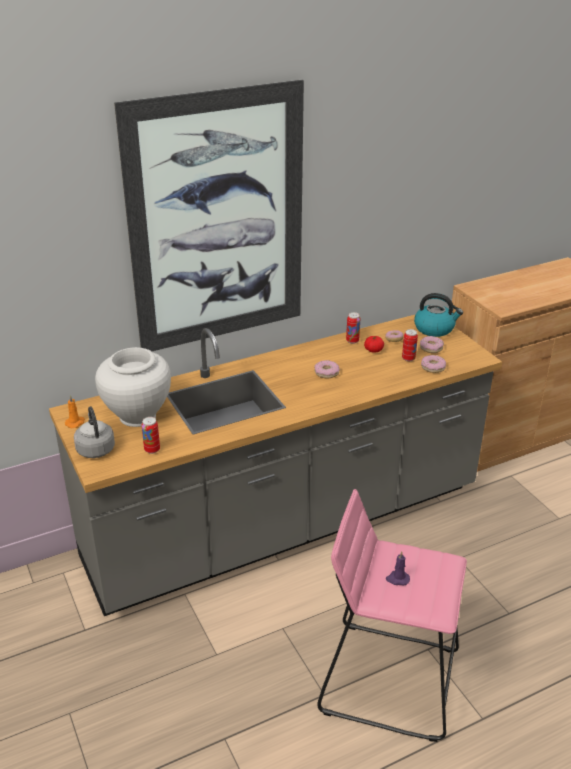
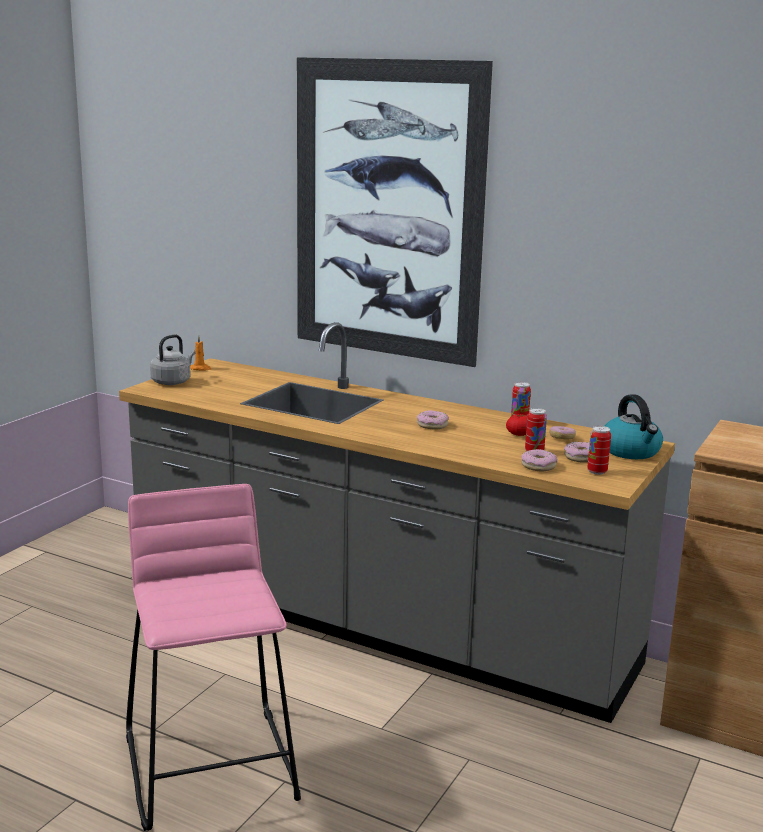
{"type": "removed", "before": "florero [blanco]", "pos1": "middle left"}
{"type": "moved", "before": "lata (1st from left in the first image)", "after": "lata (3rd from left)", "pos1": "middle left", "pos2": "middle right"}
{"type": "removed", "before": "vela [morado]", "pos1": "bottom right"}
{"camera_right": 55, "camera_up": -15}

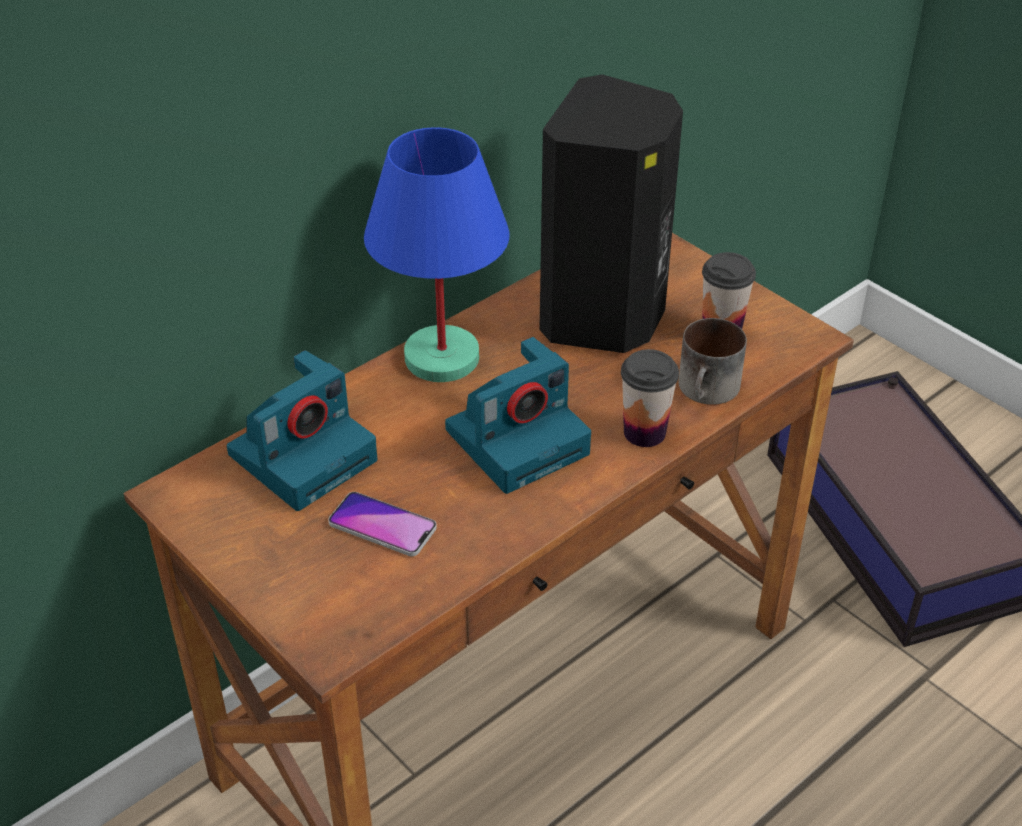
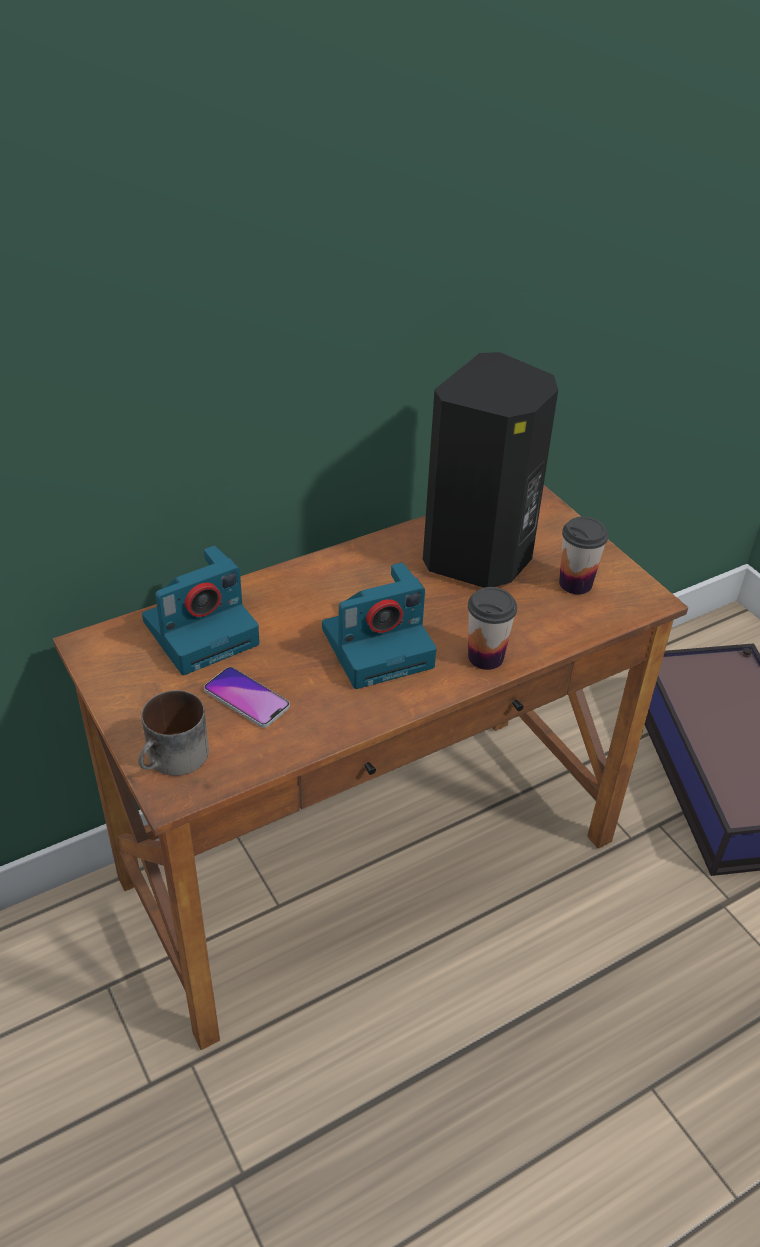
{"type": "removed", "before": "lámpara de mesa [azul]", "pos1": "top centre"}
{"type": "moved", "before": "taza grande", "pos1": "middle right", "pos2": "middle left"}
{"camera_right": 10, "camera_up": 0}

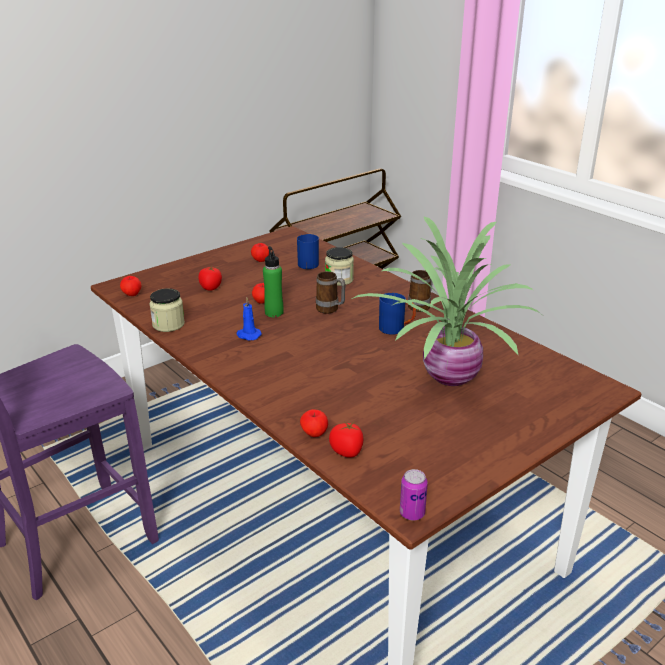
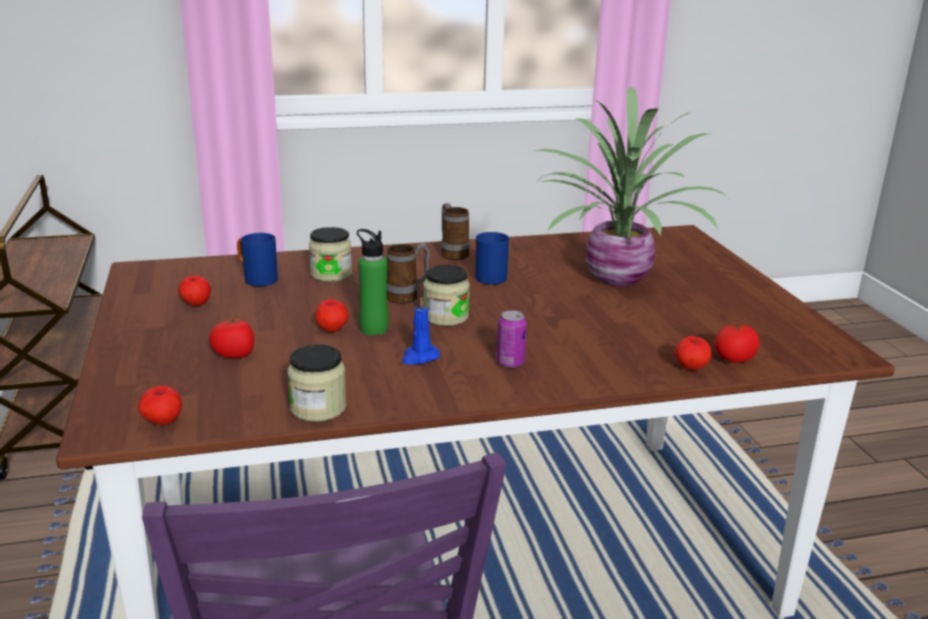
{"type": "moved", "before": "lata", "pos1": "bottom centre", "pos2": "centre"}
{"type": "added", "after": "tarro (3rd from left)", "pos2": "centre"}
{"camera_right": -65, "camera_up": -5}

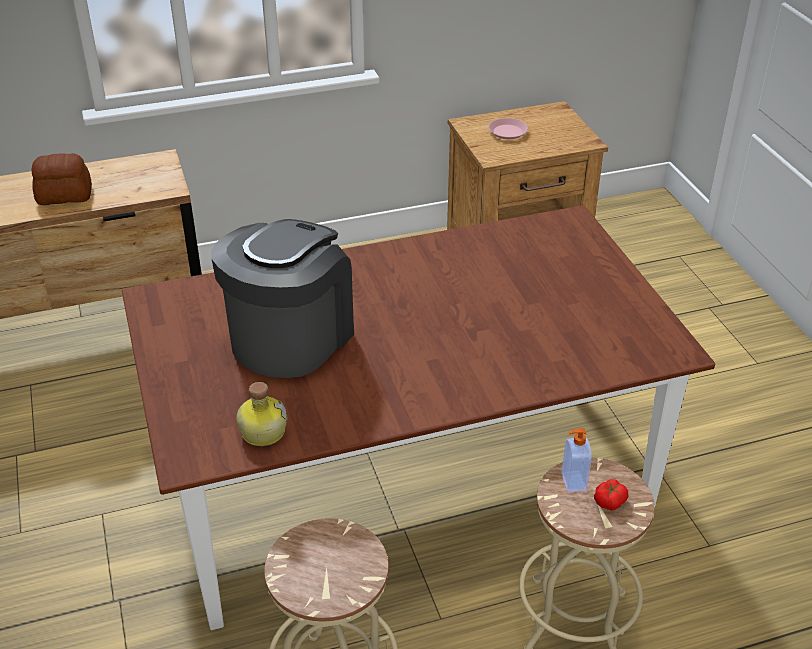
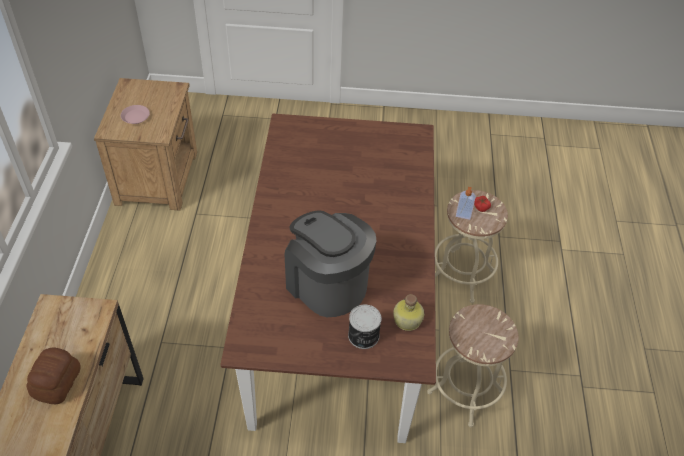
{"type": "added", "after": "lata", "pos2": "bottom centre"}
{"camera_right": -70, "camera_up": 10}

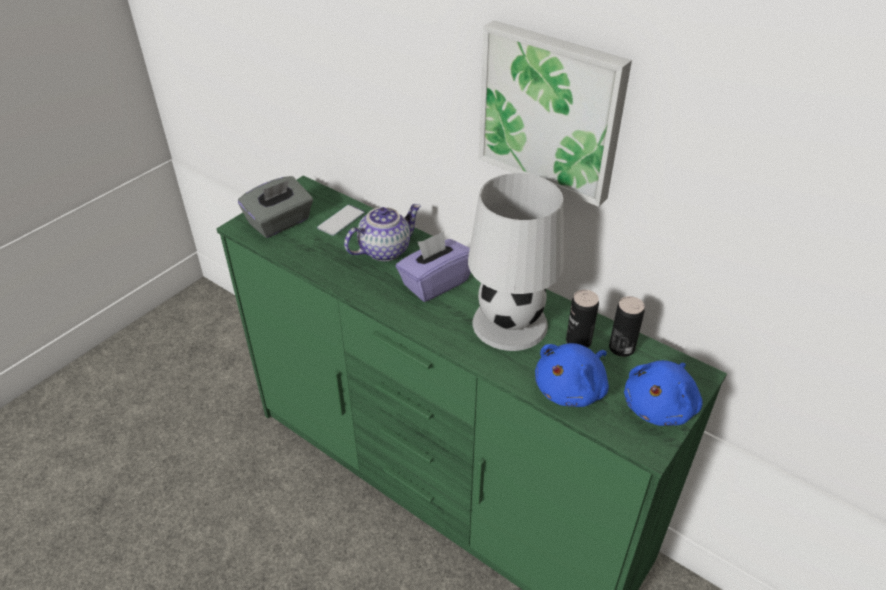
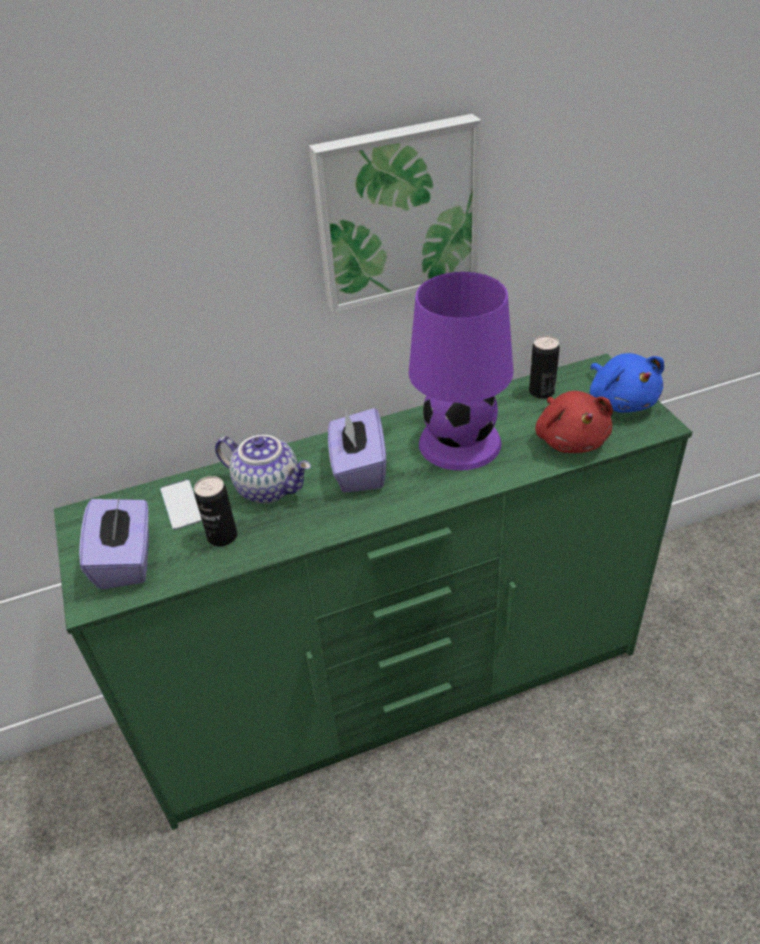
{"type": "recoloured", "before": "caja de pañuelos [gris]", "after": "caja de pañuelos [morado] (1st from left)", "pos1": "middle left", "pos2": "middle left"}
{"type": "turned", "before": "tetera", "pos1": "centre", "pos2": "centre", "turn": 120}
{"type": "recoloured", "before": "lámpara de mesa [blanco]", "after": "lámpara de mesa [morado]", "pos1": "centre", "pos2": "centre"}
{"type": "recoloured", "before": "peluche [azul] (1st from left)", "after": "peluche [rojo]", "pos1": "centre", "pos2": "middle right"}
{"type": "moved", "before": "lata (1st from left)", "pos1": "centre", "pos2": "middle left"}
{"camera_right": -55, "camera_up": 0}

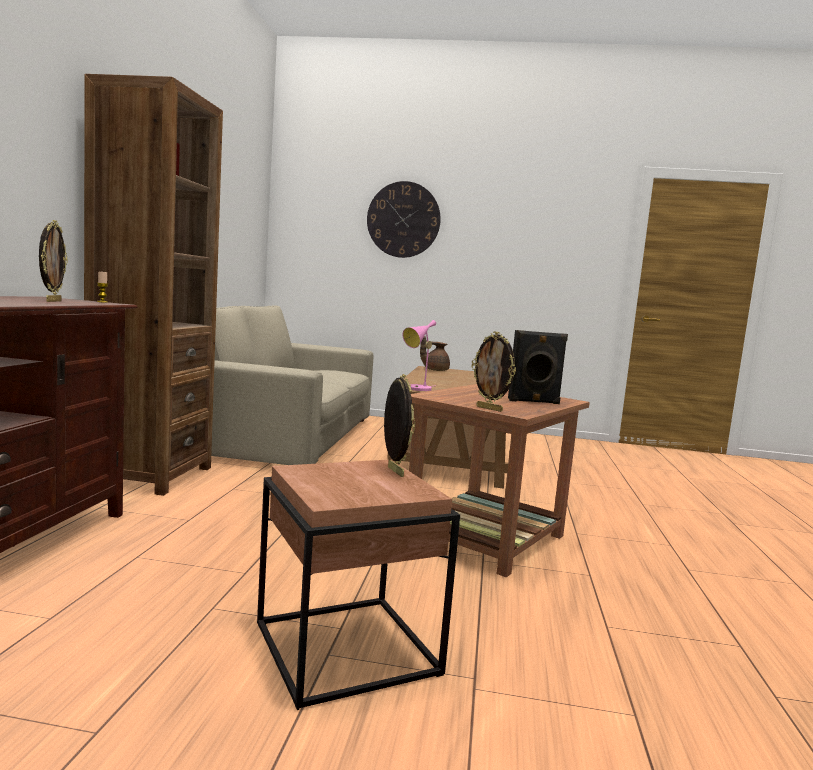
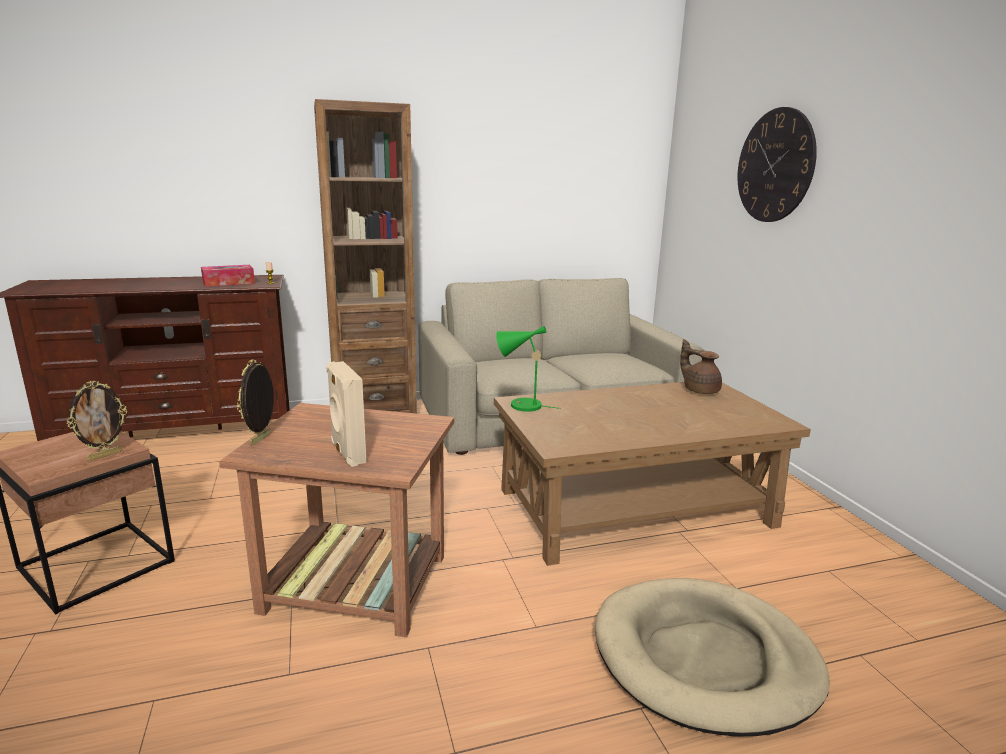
{"type": "replaced", "before": "portarretratos (1st from left)", "after": "caja de pañuelos", "pos1": "middle left", "pos2": "middle left"}
{"type": "recoloured", "before": "lámpara de mesa [rosa]", "after": "lámpara de mesa [verde]", "pos1": "centre", "pos2": "centre"}
{"type": "recoloured", "before": "altavoz [negro]", "after": "altavoz [beis]", "pos1": "centre", "pos2": "centre"}
{"type": "added", "after": "cama para perro [beis]", "pos2": "bottom right"}
{"camera_right": 65, "camera_up": 10}

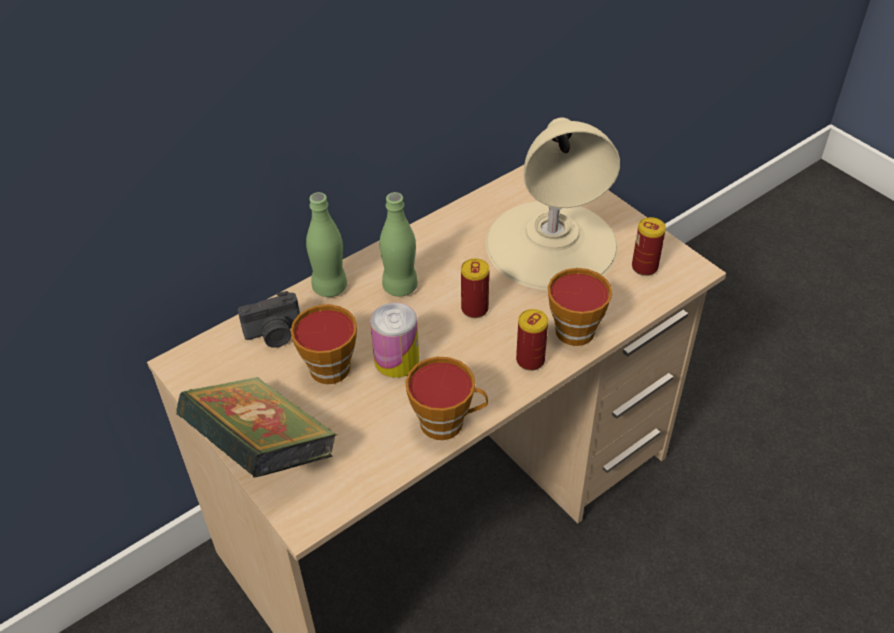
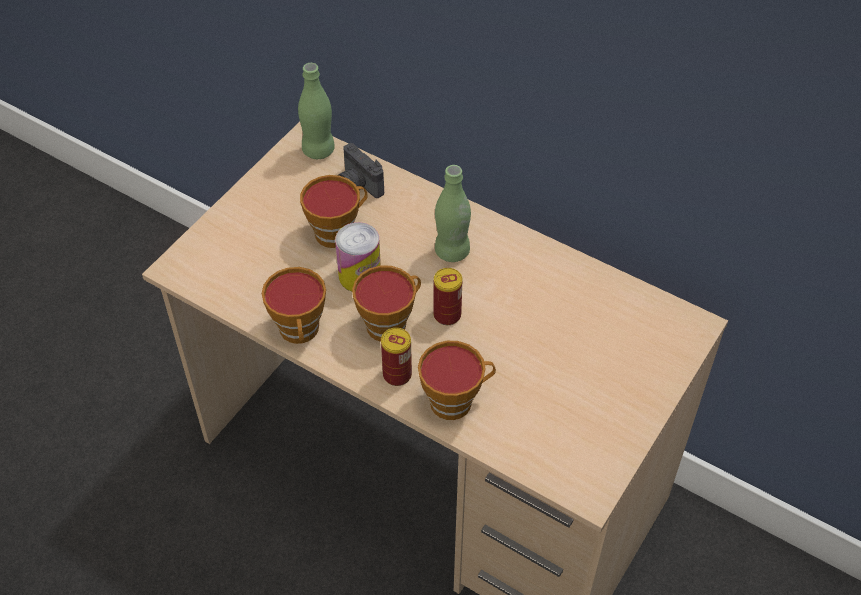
{"type": "removed", "before": "libro", "pos1": "bottom left"}
{"type": "moved", "before": "botella [verde] (1st from left)", "pos1": "centre", "pos2": "top centre"}
{"type": "removed", "before": "lámpara de mesa [beis]", "pos1": "top centre"}
{"type": "removed", "before": "lata (4th from left)", "pos1": "middle right"}
{"type": "added", "after": "taza (3rd from left)", "pos2": "centre"}
{"camera_right": 70, "camera_up": 5}

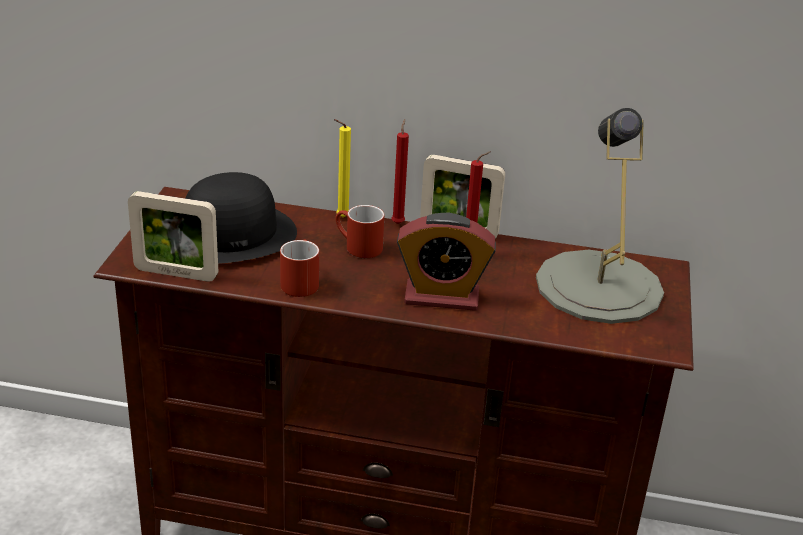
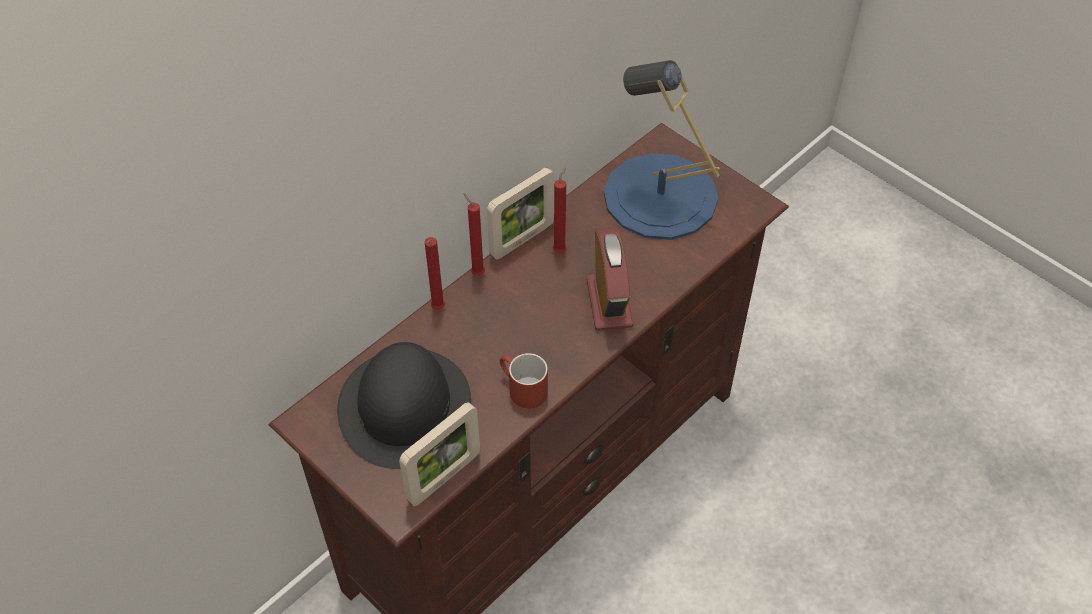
{"type": "recoloured", "before": "vela [amarillo]", "after": "vela [rojo] (1st from left)", "pos1": "top centre", "pos2": "centre"}
{"type": "removed", "before": "taza grande [rojo] (2nd from left)", "pos1": "centre"}
{"type": "turned", "before": "despertador", "pos1": "centre", "pos2": "centre", "turn": -45}
{"type": "recoloured", "before": "lámpara de mesa [gris]", "after": "lámpara de mesa [azul]", "pos1": "middle right", "pos2": "top centre"}
{"camera_right": -55, "camera_up": 20}

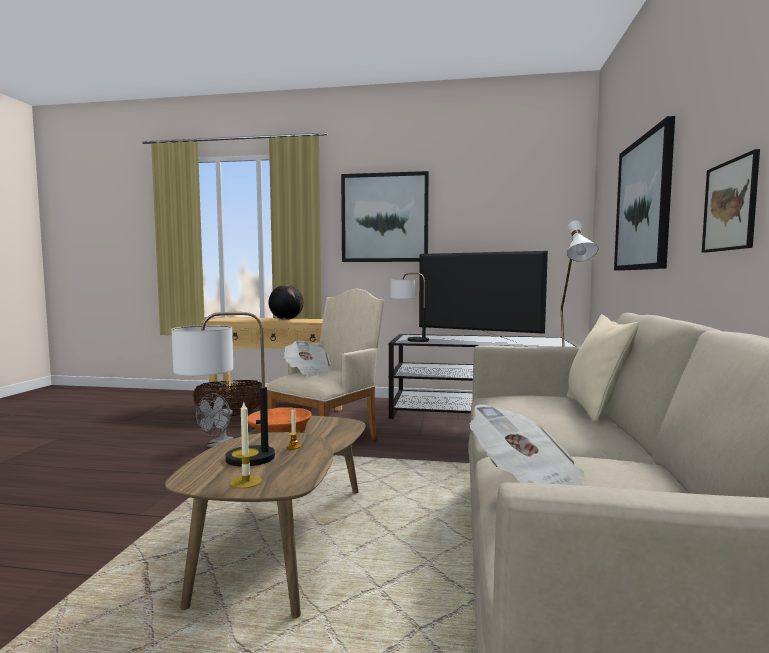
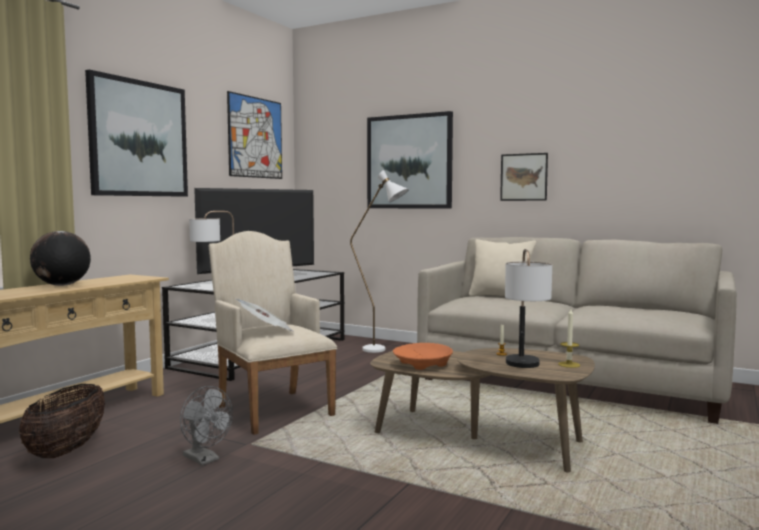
{"type": "removed", "before": "periódico (2nd from left)", "pos1": "bottom right"}
{"type": "added", "after": "cuadro (2nd from left)", "pos2": "top centre"}
{"camera_right": -70, "camera_up": 0}

